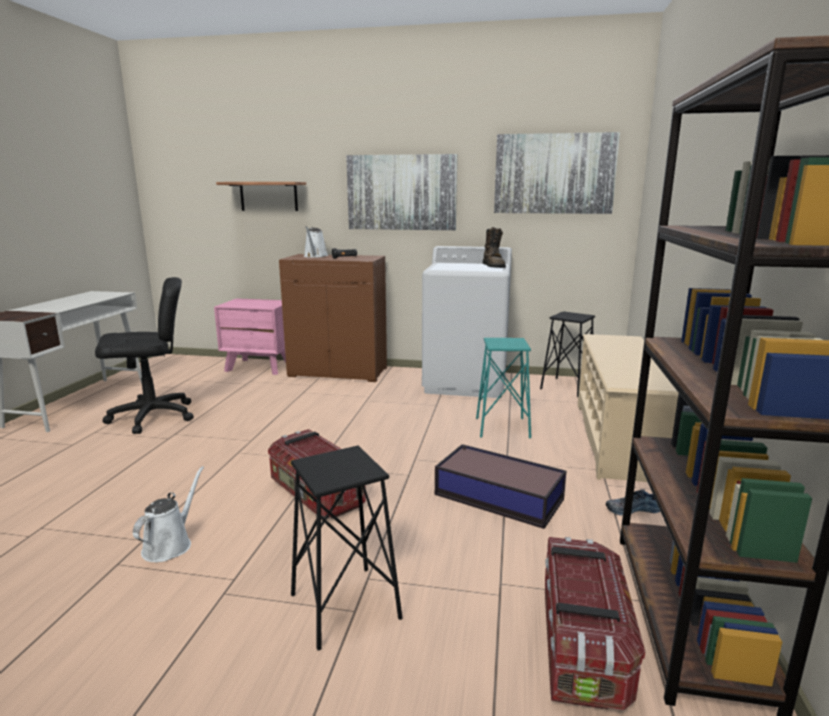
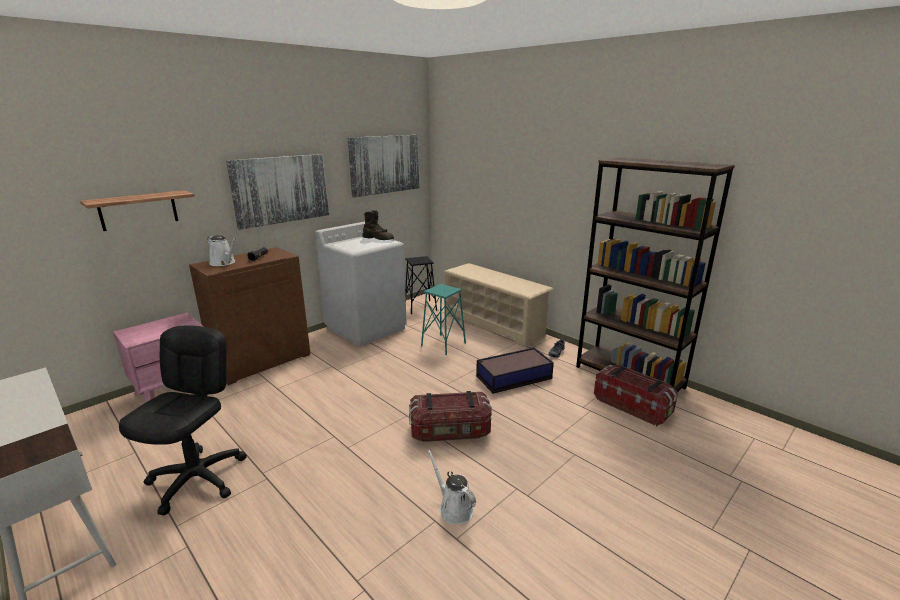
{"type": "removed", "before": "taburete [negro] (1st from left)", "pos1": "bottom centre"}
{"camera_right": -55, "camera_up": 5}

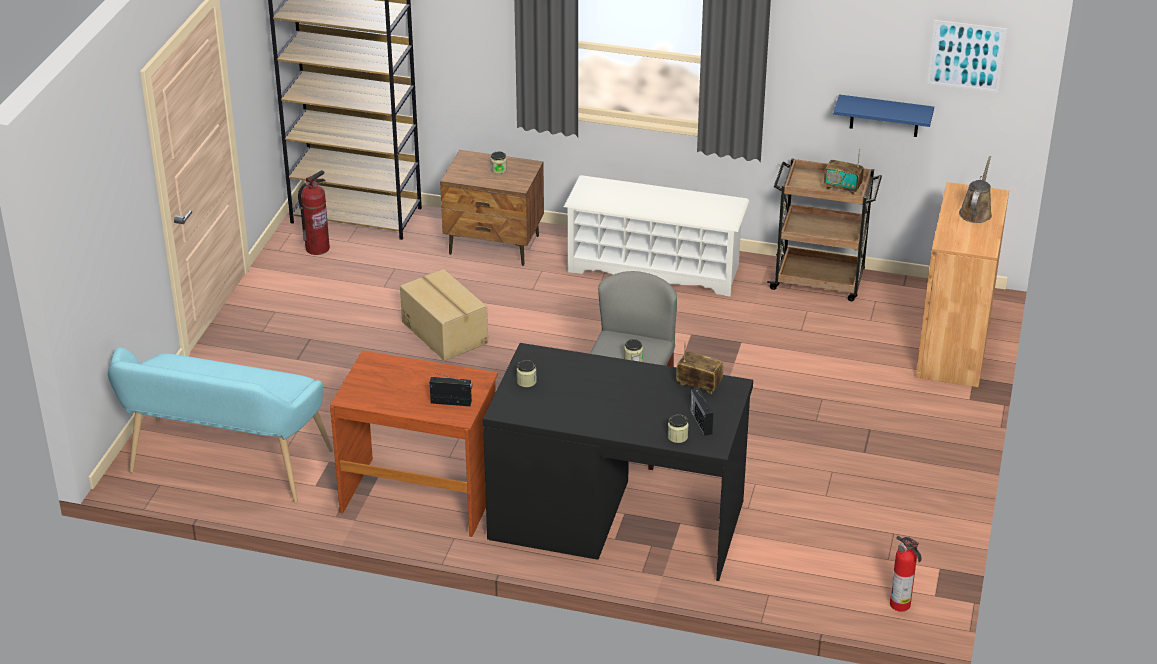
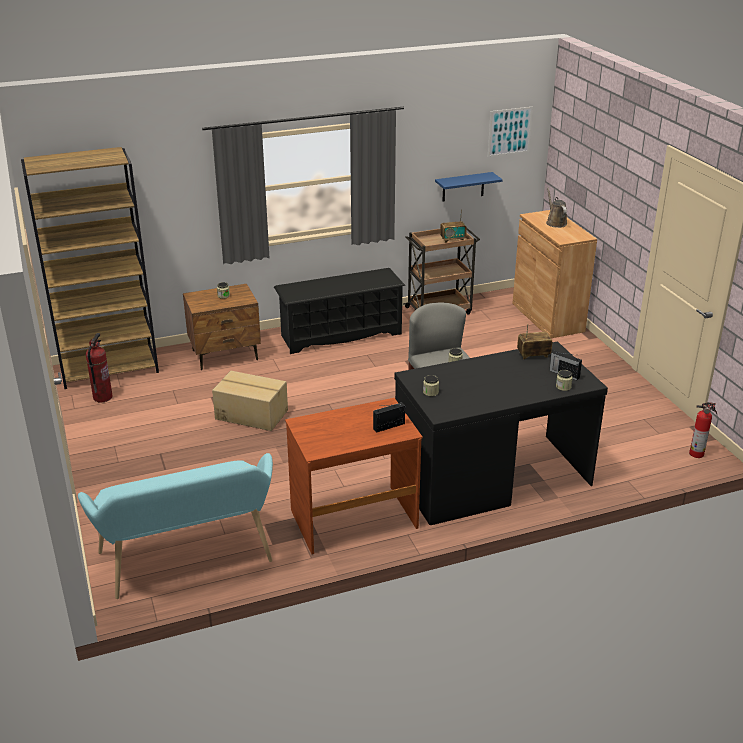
{"type": "recoloured", "before": "zapatero [blanco]", "after": "zapatero [negro]", "pos1": "centre", "pos2": "centre"}
{"camera_right": -35, "camera_up": -5}

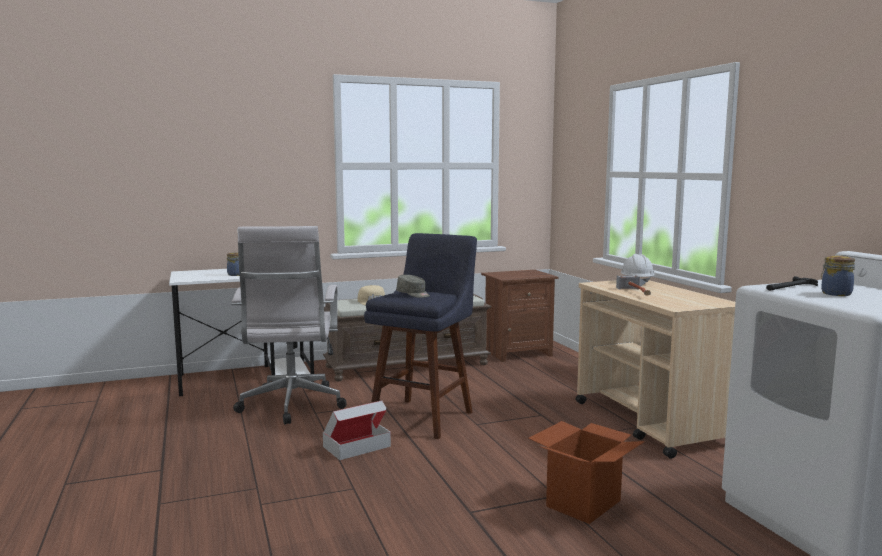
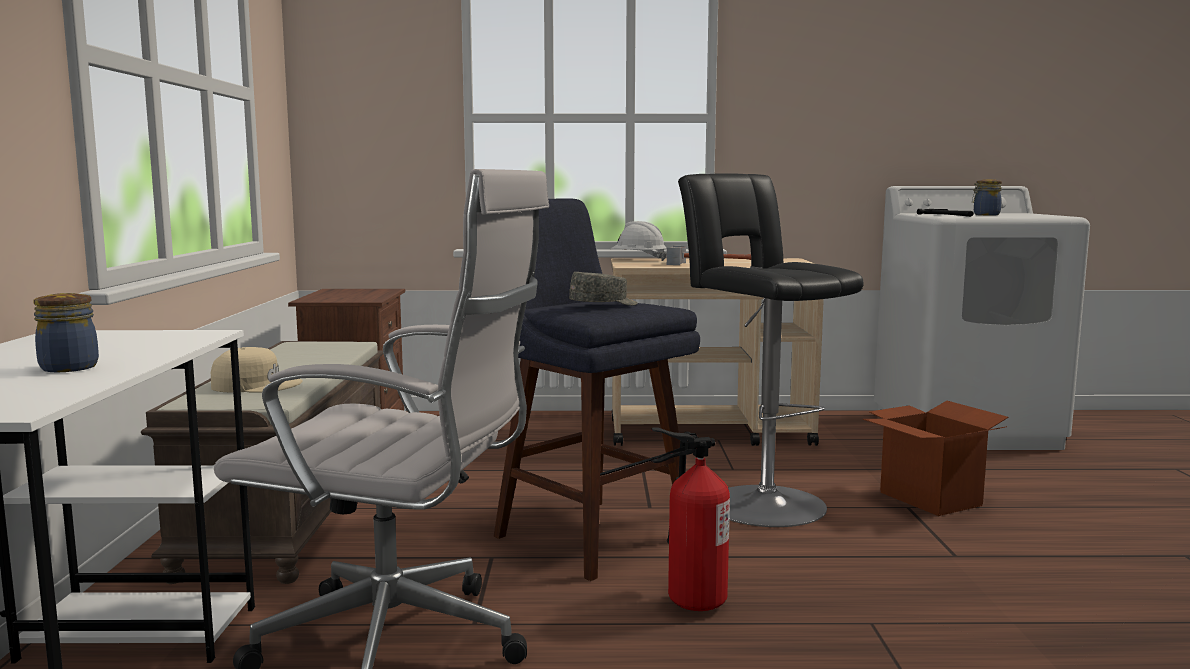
{"type": "replaced", "before": "caja de cartón (1st from left)", "after": "extintor", "pos1": "bottom centre", "pos2": "bottom centre"}
{"type": "added", "after": "taburete [negro]", "pos2": "centre"}
{"camera_right": -70, "camera_up": 0}

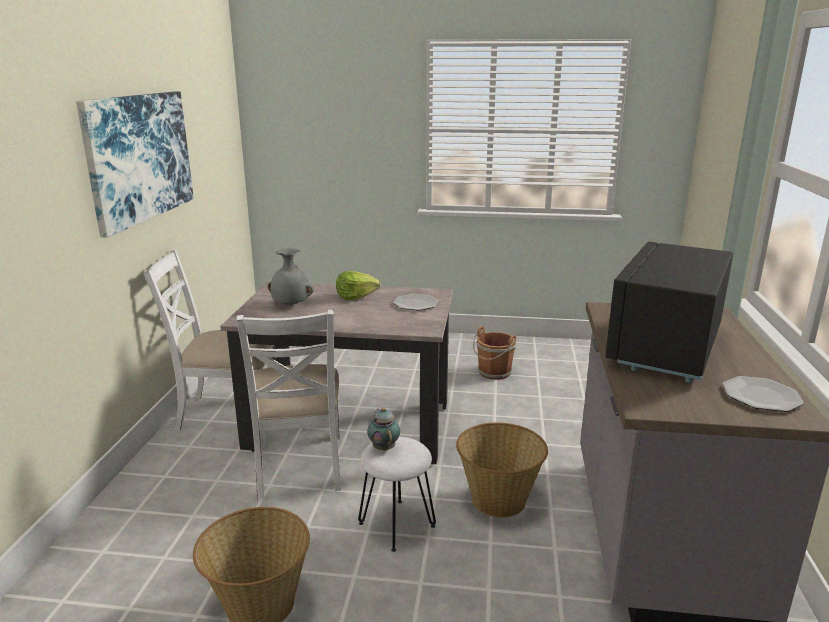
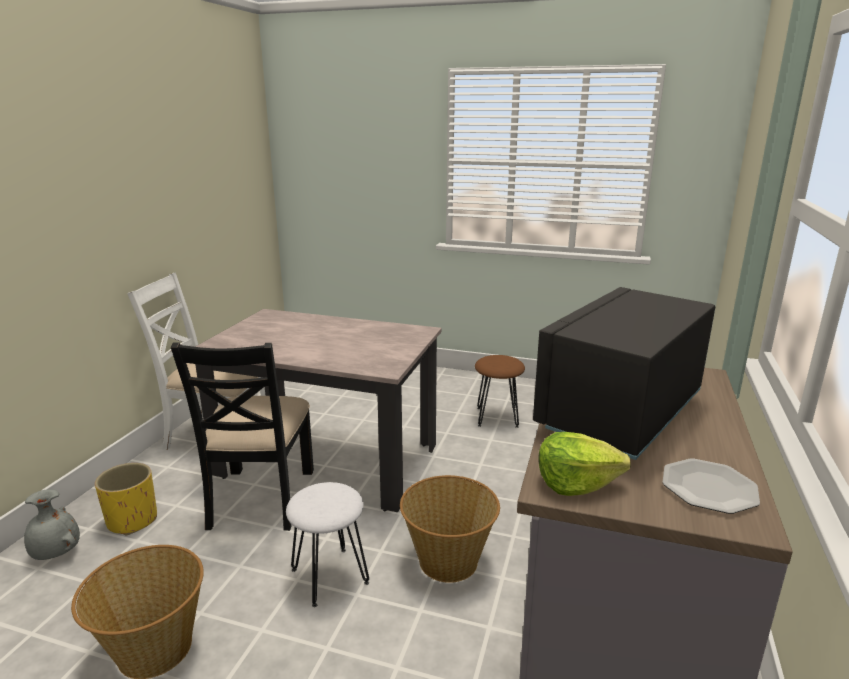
{"type": "removed", "before": "cuadro", "pos1": "top left"}
{"type": "recoloured", "before": "silla [blanco] (2nd from left)", "after": "silla [negro]", "pos1": "centre", "pos2": "middle left"}
{"type": "moved", "before": "florero [gris]", "pos1": "centre", "pos2": "bottom left"}
{"type": "moved", "before": "lechuga", "pos1": "centre", "pos2": "bottom right"}
{"type": "removed", "before": "tetera", "pos1": "bottom centre"}
{"type": "removed", "before": "plato (1st from left)", "pos1": "centre"}
{"type": "replaced", "before": "cubo [marrón]", "after": "taburete [marrón]", "pos1": "centre", "pos2": "centre"}
{"type": "added", "after": "maceta [amarillo]", "pos2": "bottom left"}
{"camera_right": 10, "camera_up": 0}

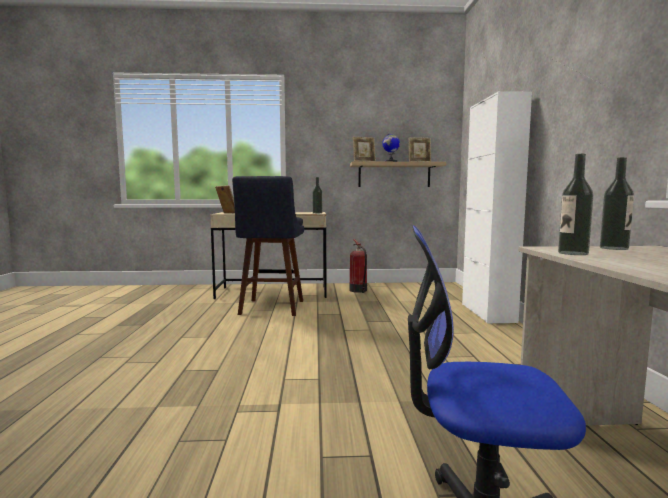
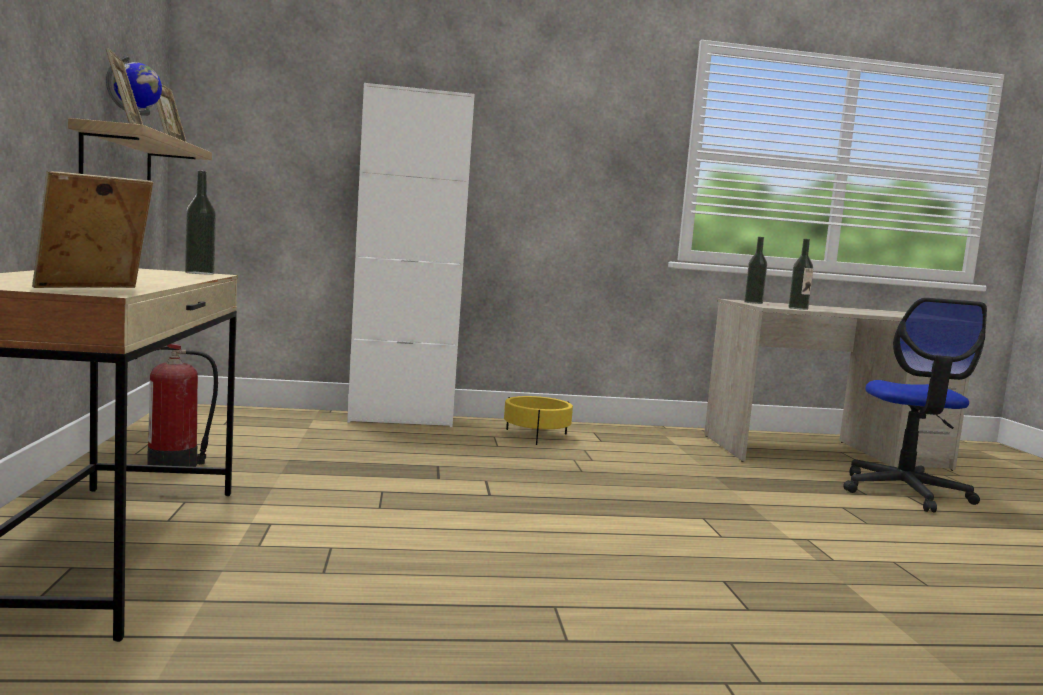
{"type": "removed", "before": "taburete [azul]", "pos1": "centre"}
{"type": "added", "after": "maceta [amarillo]", "pos2": "centre"}
{"camera_right": -95, "camera_up": 0}

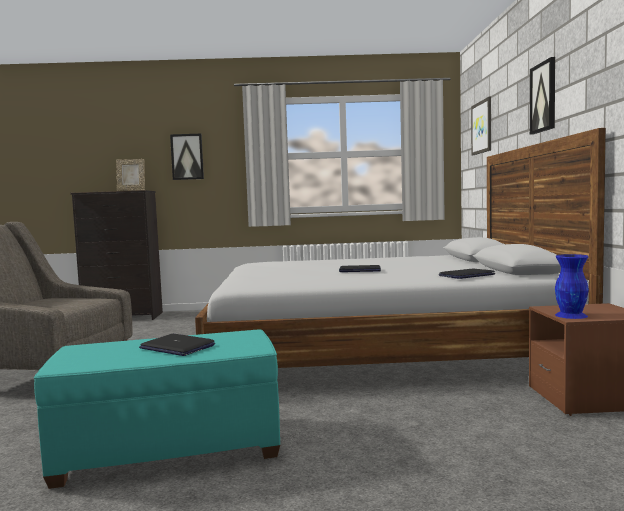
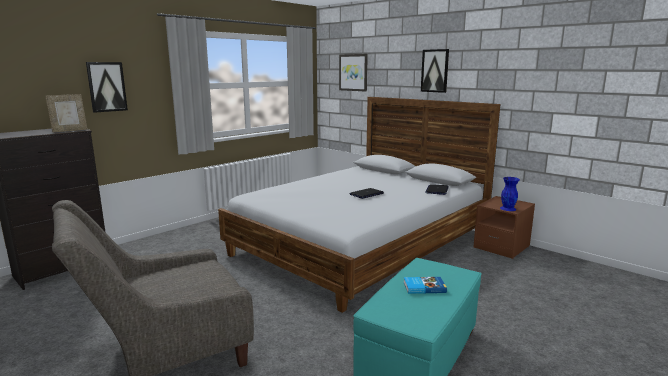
{"type": "replaced", "before": "portátil (1st from left)", "after": "libro", "pos1": "bottom left", "pos2": "bottom centre"}
{"camera_right": -45, "camera_up": 10}

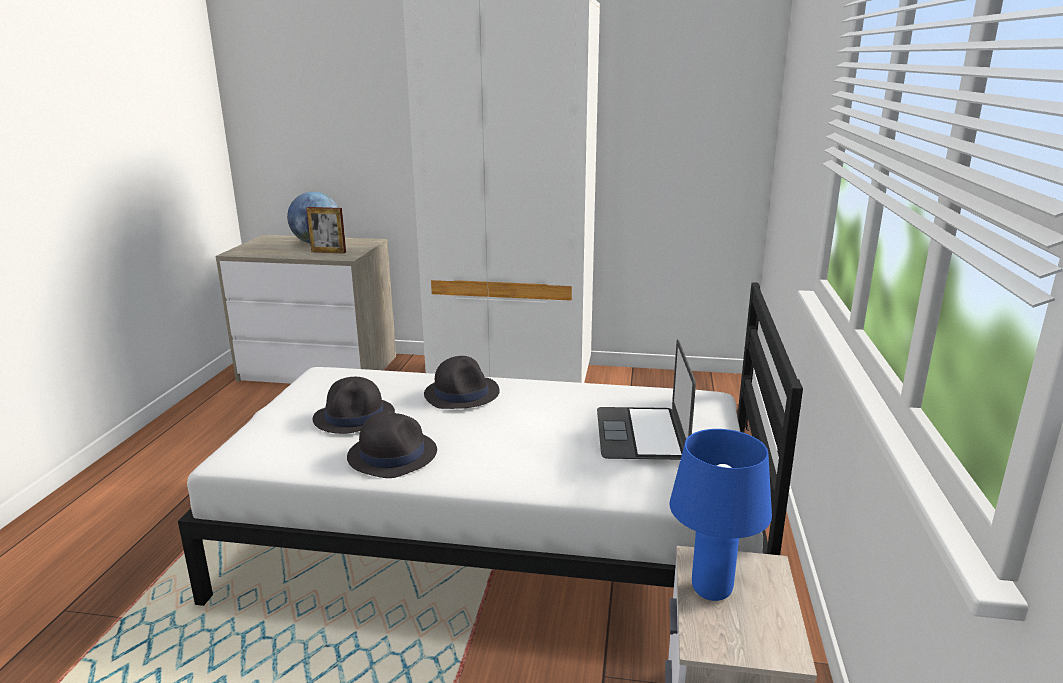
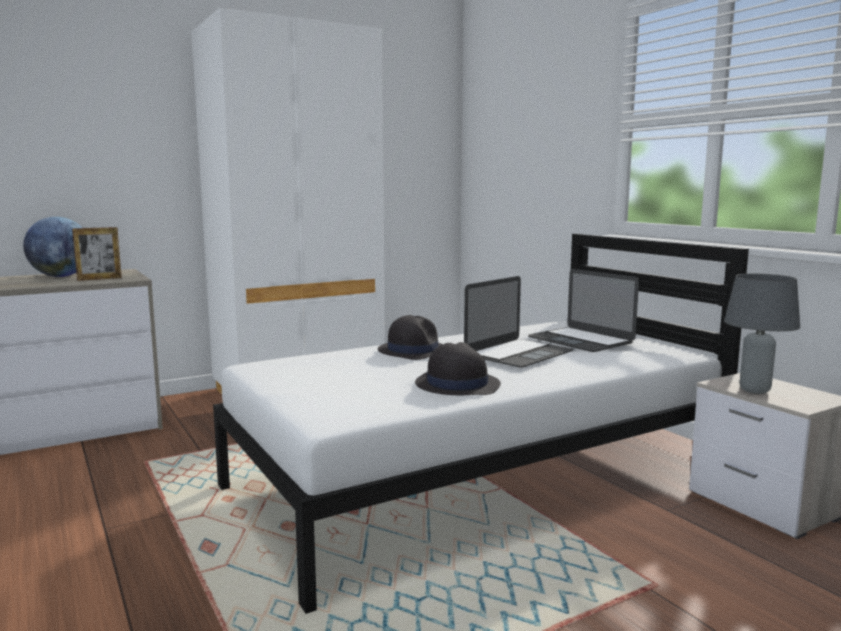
{"type": "removed", "before": "sombrero [negro] (1st from left)", "pos1": "middle left"}
{"type": "recoloured", "before": "lámpara de mesa [azul]", "after": "lámpara de mesa [gris]", "pos1": "bottom right", "pos2": "middle right"}
{"type": "added", "after": "portátil (1st from left)", "pos2": "centre"}
{"camera_right": -40, "camera_up": -10}

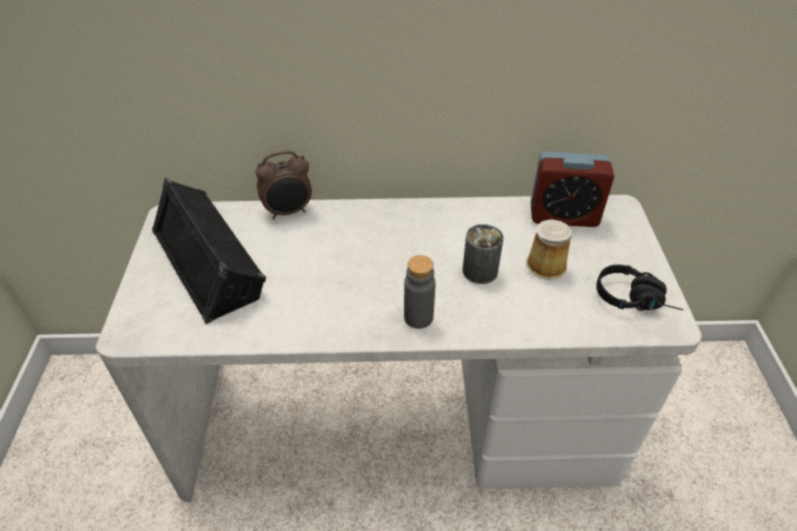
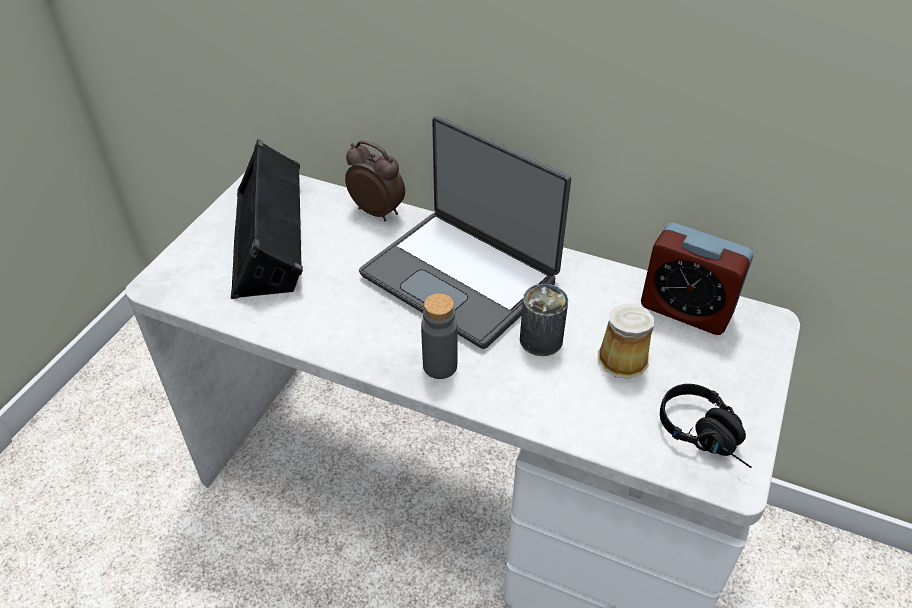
{"type": "turned", "before": "despertador (1st from left)", "pos1": "centre", "pos2": "top centre", "turn": -150}
{"type": "added", "after": "portátil", "pos2": "centre"}
{"camera_right": 25, "camera_up": 0}

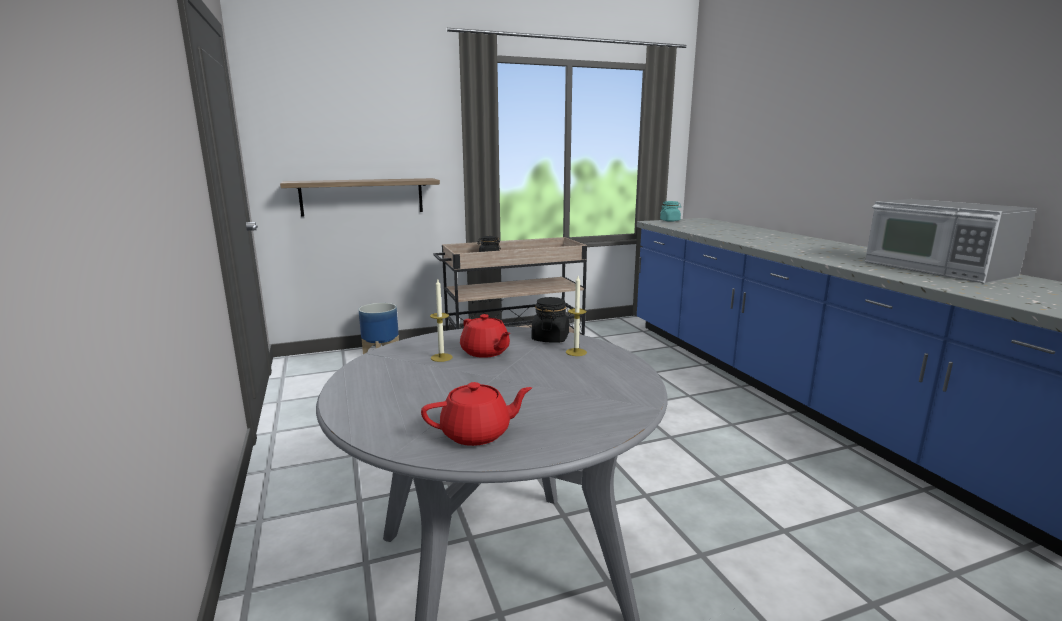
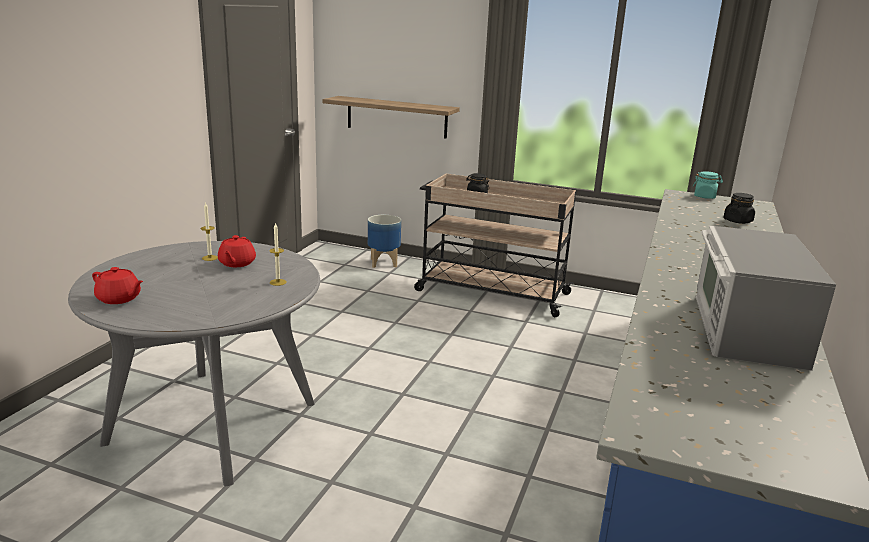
{"type": "moved", "before": "tarro [negro] (2nd from left)", "pos1": "centre", "pos2": "middle right"}
{"camera_right": 40, "camera_up": 5}

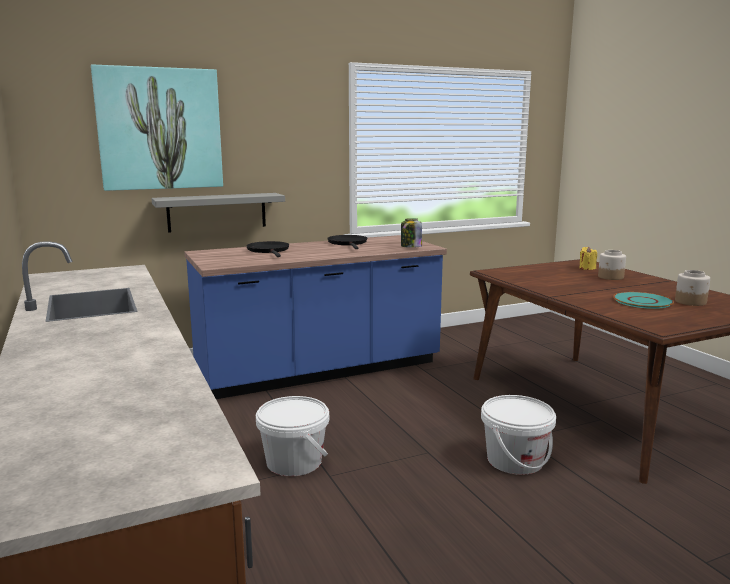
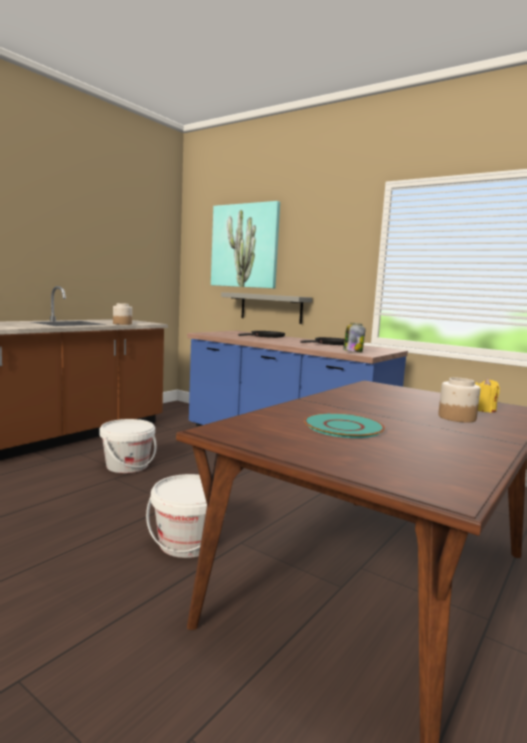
{"type": "moved", "before": "tarro (3rd from left in the first image)", "after": "tarro (1st from left)", "pos1": "middle right", "pos2": "middle left"}
{"camera_right": 60, "camera_up": -5}

